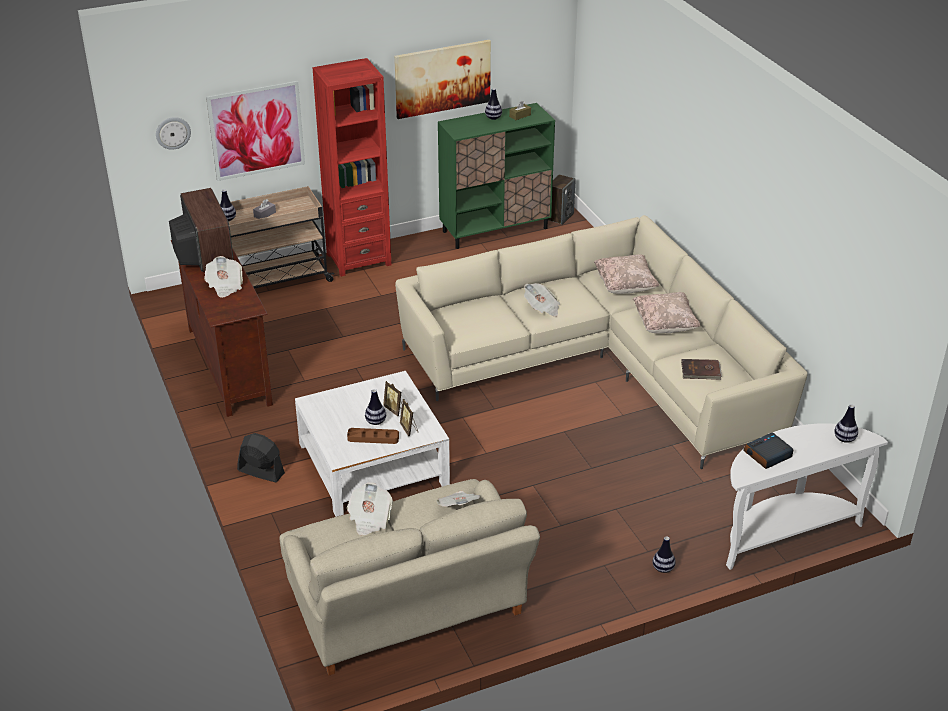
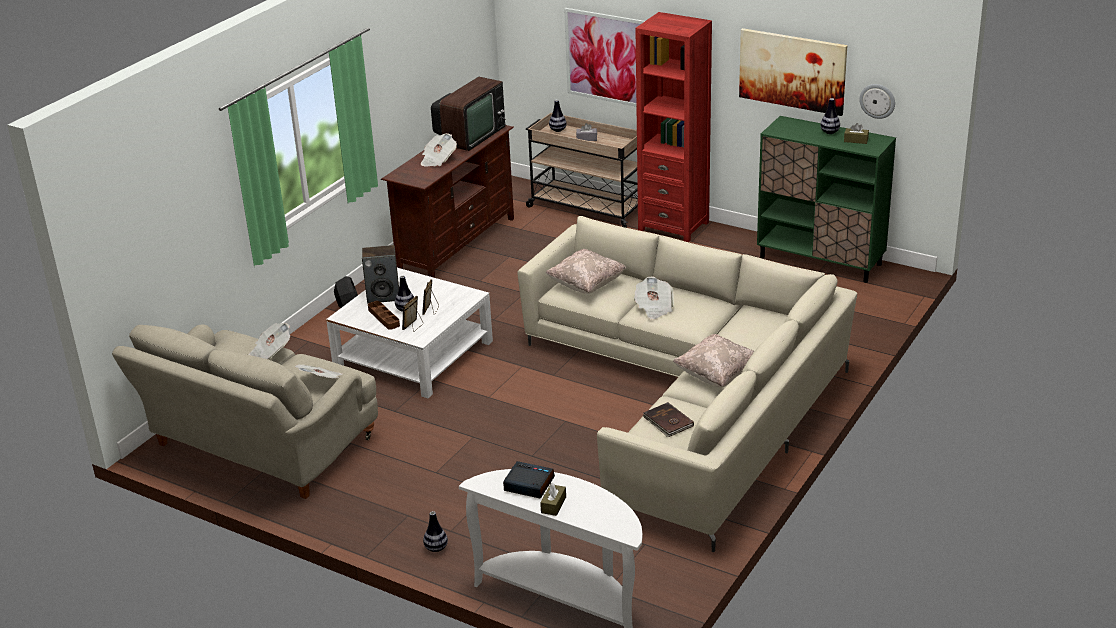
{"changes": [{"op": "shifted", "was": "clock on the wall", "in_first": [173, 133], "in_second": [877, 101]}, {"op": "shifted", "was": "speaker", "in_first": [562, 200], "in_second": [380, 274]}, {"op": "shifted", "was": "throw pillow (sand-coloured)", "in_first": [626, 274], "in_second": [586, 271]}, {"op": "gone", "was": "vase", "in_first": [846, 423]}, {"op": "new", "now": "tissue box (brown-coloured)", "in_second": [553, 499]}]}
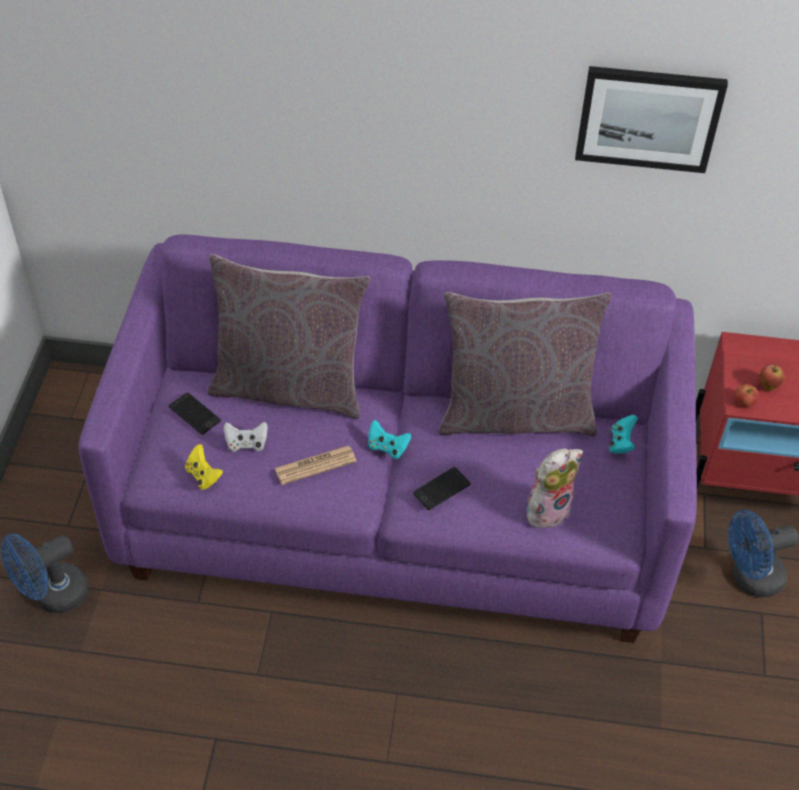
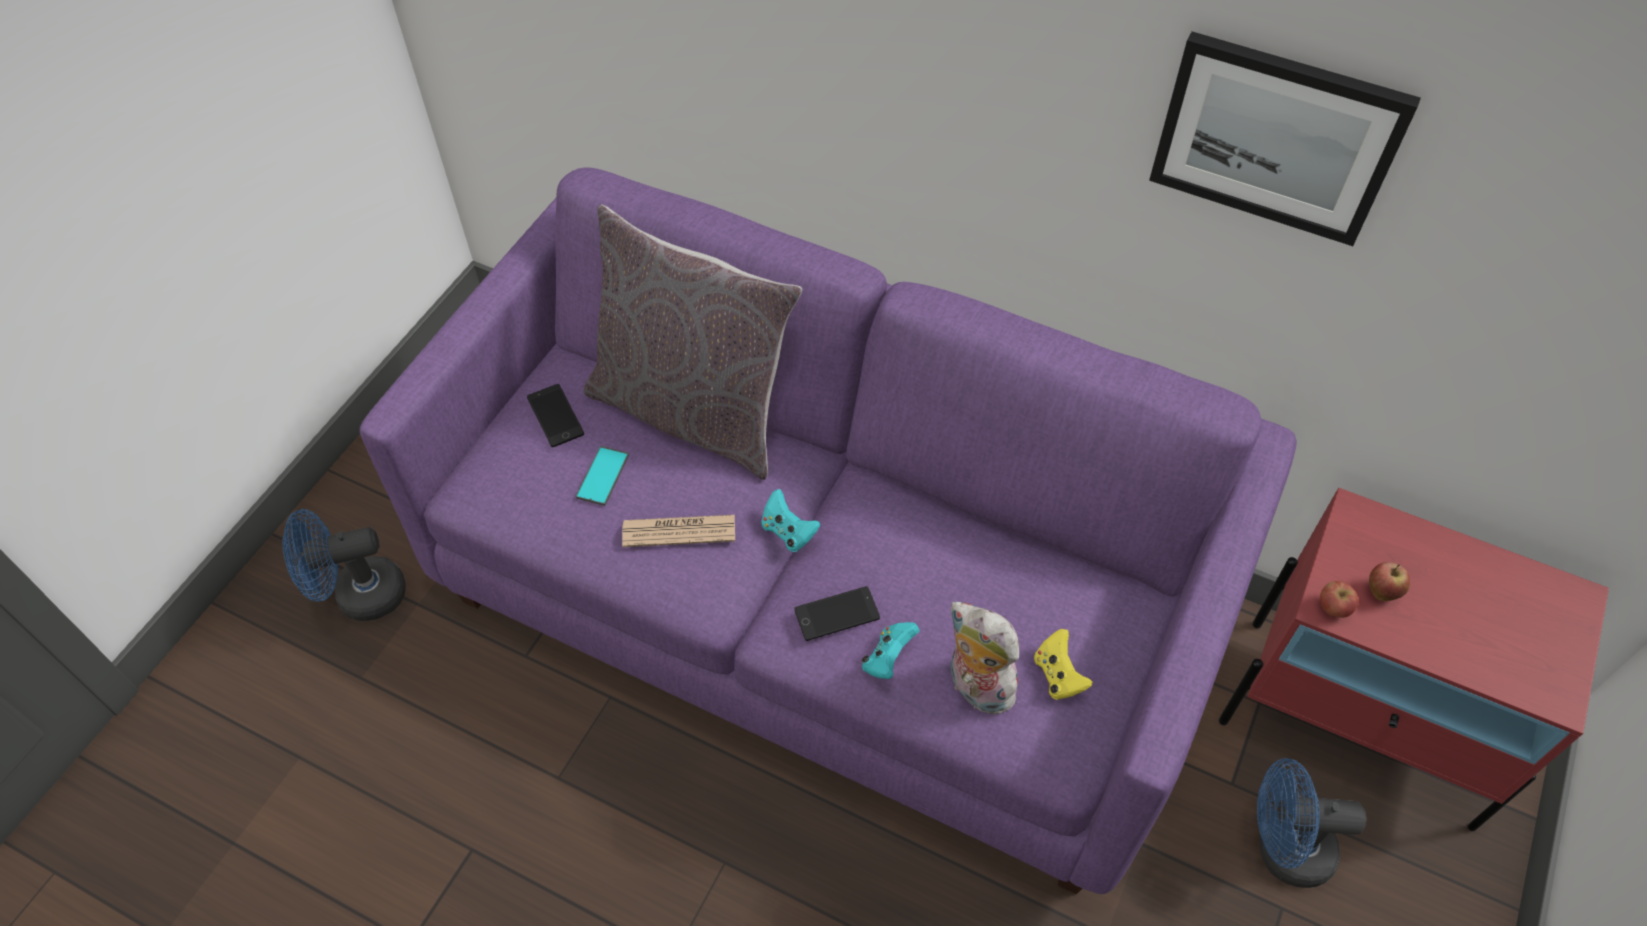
{"changes": [{"op": "shifted", "was": "gamepad (yellow)", "in_first": [204, 467], "in_second": [1063, 664]}, {"op": "swapped", "was": "gamepad (white-coloured)", "now": "handset", "in_first": [246, 437], "in_second": [602, 476]}, {"op": "gone", "was": "throw pillow (gray)", "in_first": [525, 364]}, {"op": "rotated", "was": "cuddly toy", "in_first": [554, 488], "in_second": [985, 658], "clockwise": -120}, {"op": "shifted", "was": "gamepad (turquoise)", "in_first": [623, 434], "in_second": [891, 650]}]}
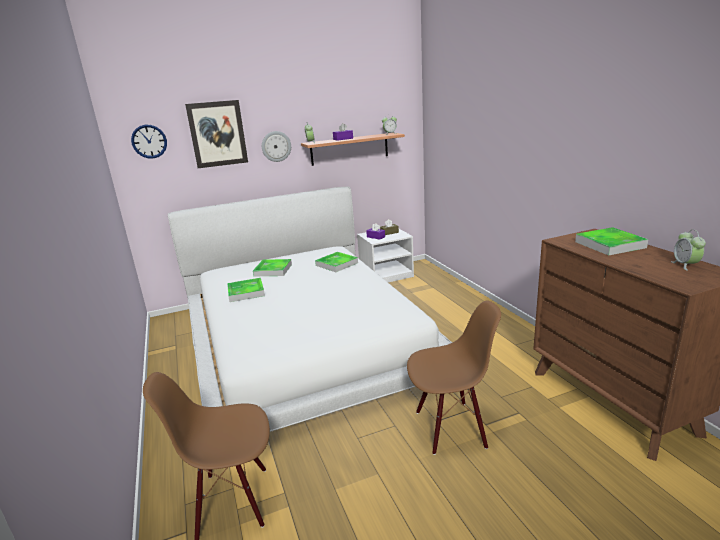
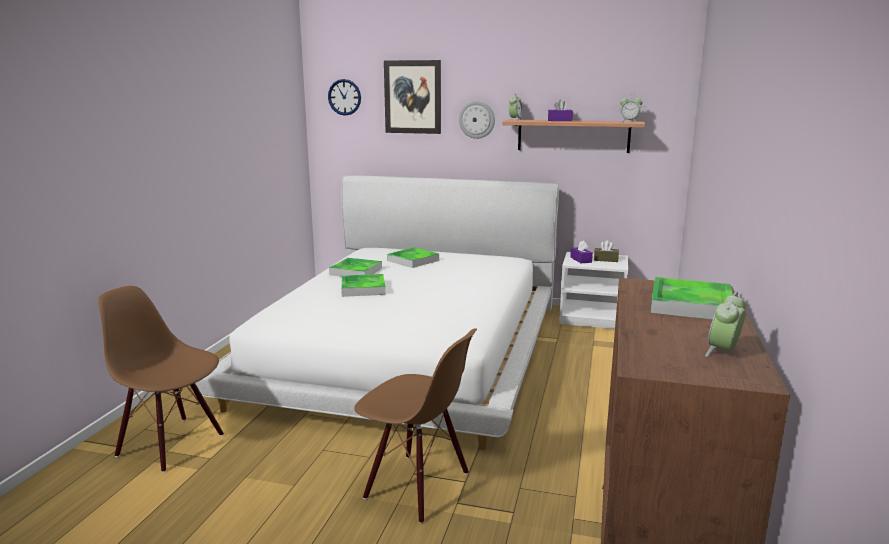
{"changes": [{"op": "shifted", "was": "serving tray", "in_first": [336, 262], "in_second": [363, 285]}]}
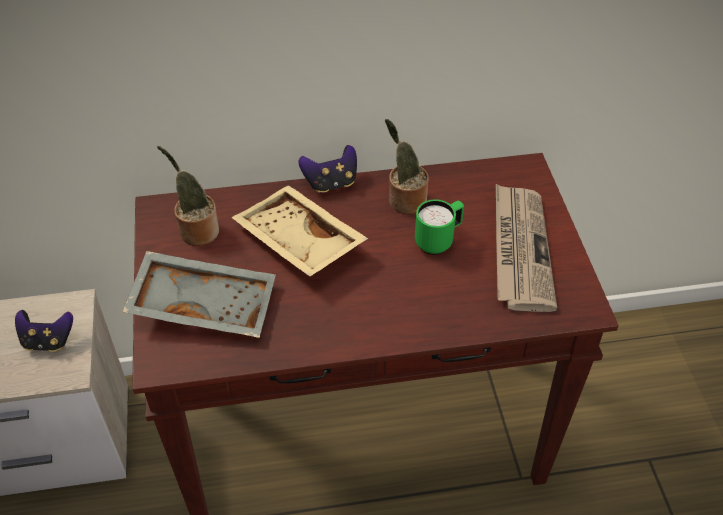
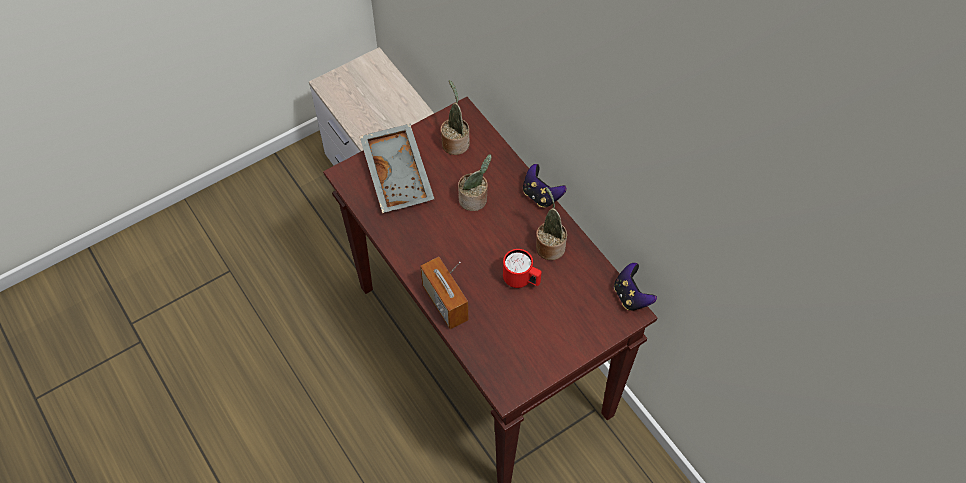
{"changes": [{"op": "shifted", "was": "gamepad", "in_first": [44, 331], "in_second": [635, 286]}, {"op": "swapped", "was": "serving tray (sand-coloured)", "now": "houseplant", "in_first": [299, 230], "in_second": [475, 182]}, {"op": "repainted", "was": "mug (green-coloured)", "now": "mug (red)", "in_first": [439, 227], "in_second": [522, 268]}, {"op": "gone", "was": "printed paper", "in_first": [526, 248]}, {"op": "new", "now": "radio set", "in_second": [444, 293]}]}
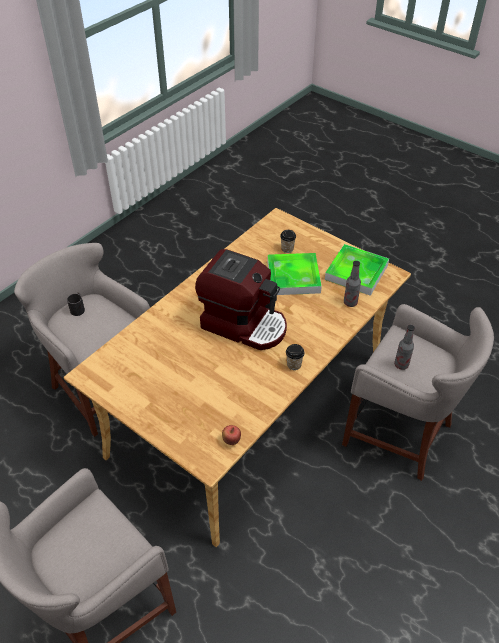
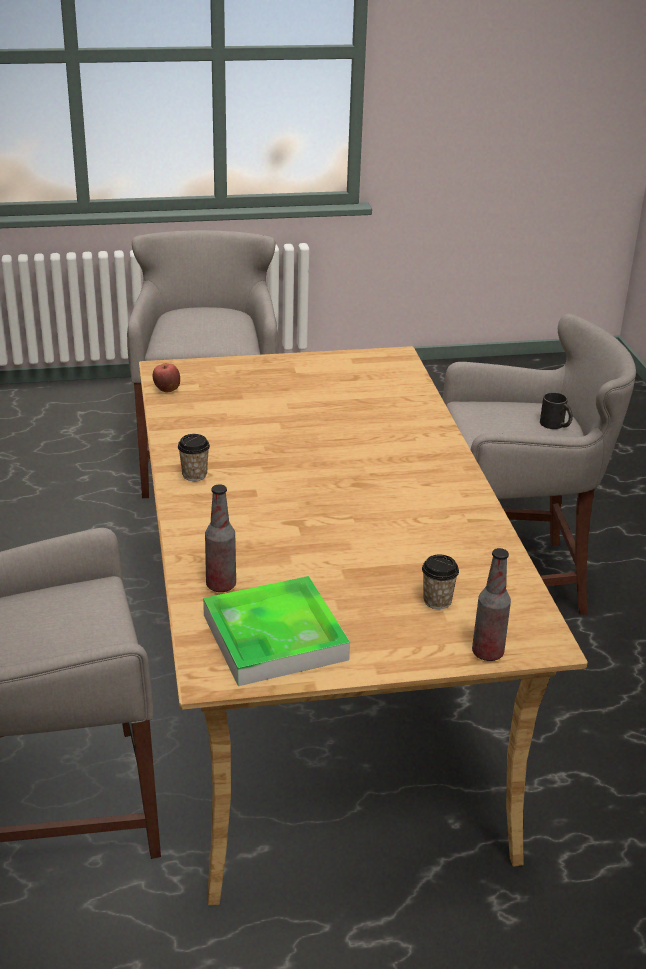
{"changes": [{"op": "gone", "was": "coffee brewer", "in_first": [241, 299]}, {"op": "gone", "was": "serving tray", "in_first": [295, 274]}, {"op": "shifted", "was": "drink bottle", "in_first": [404, 347], "in_second": [491, 604]}]}
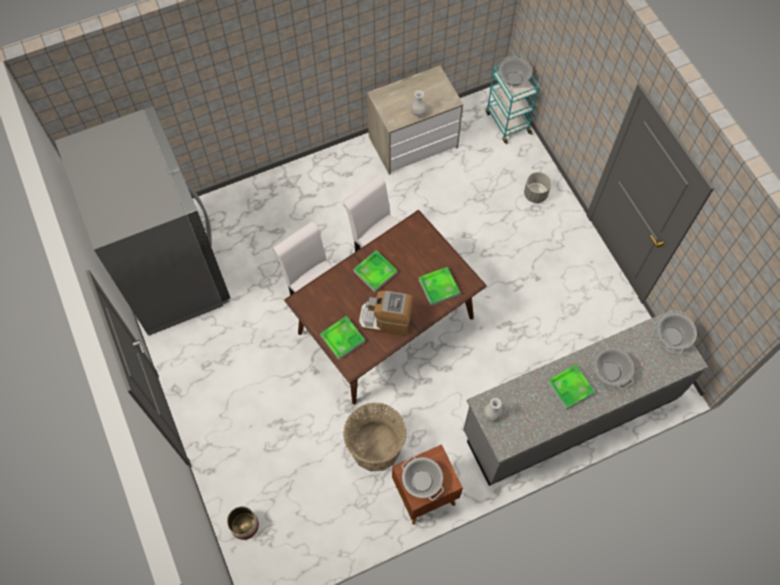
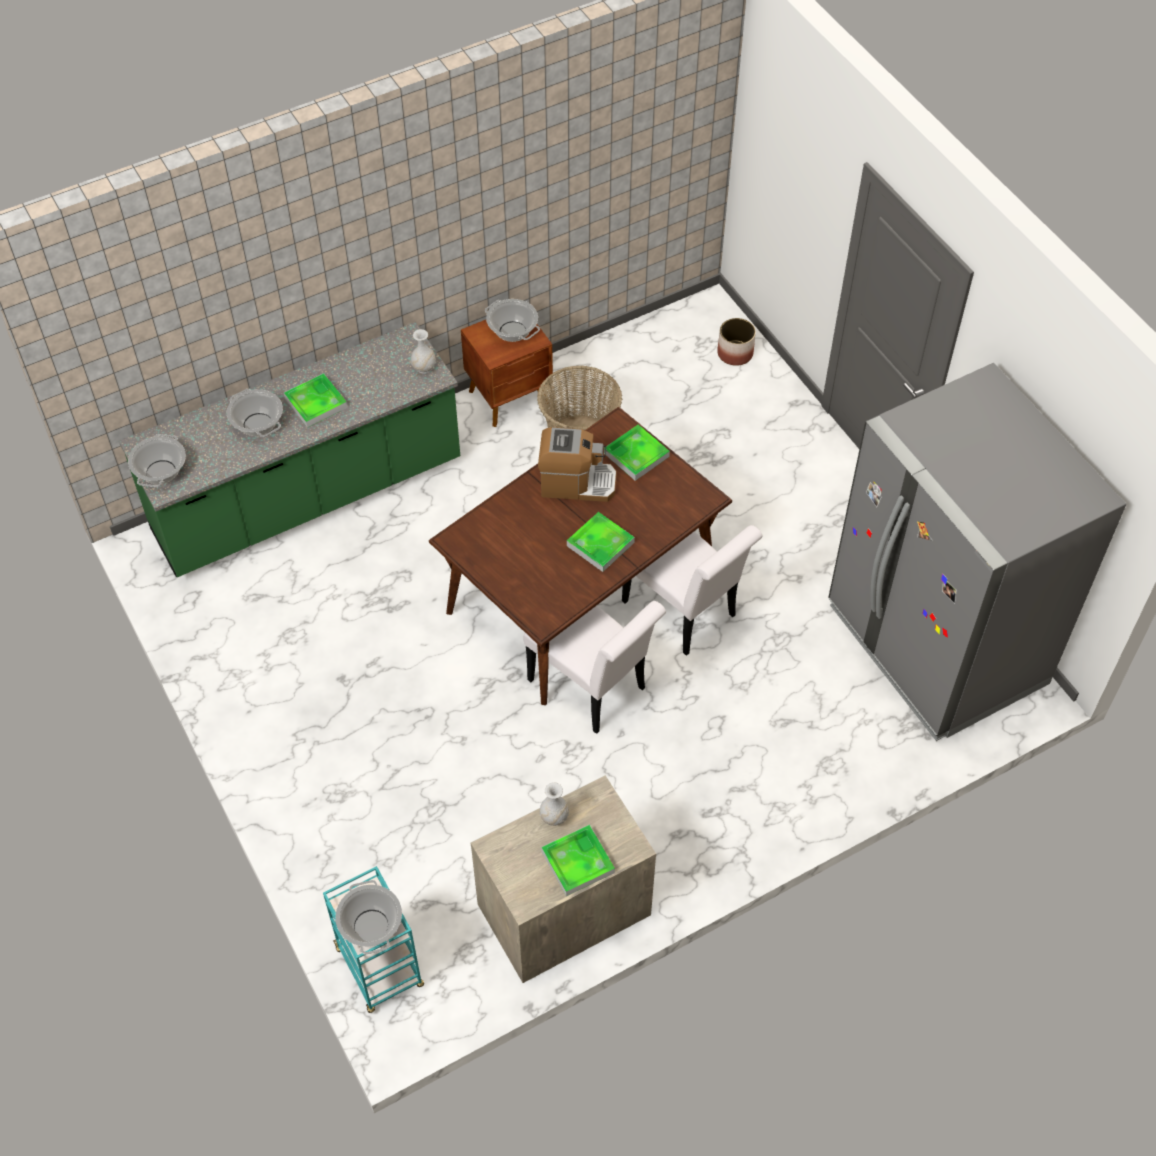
{"changes": [{"op": "shifted", "was": "serving tray", "in_first": [439, 286], "in_second": [578, 860]}, {"op": "repainted", "was": "counter (gray)", "now": "counter (green-coloured)", "in_first": [585, 397], "in_second": [289, 449]}, {"op": "gone", "was": "plant pot (gray)", "in_first": [537, 187]}]}
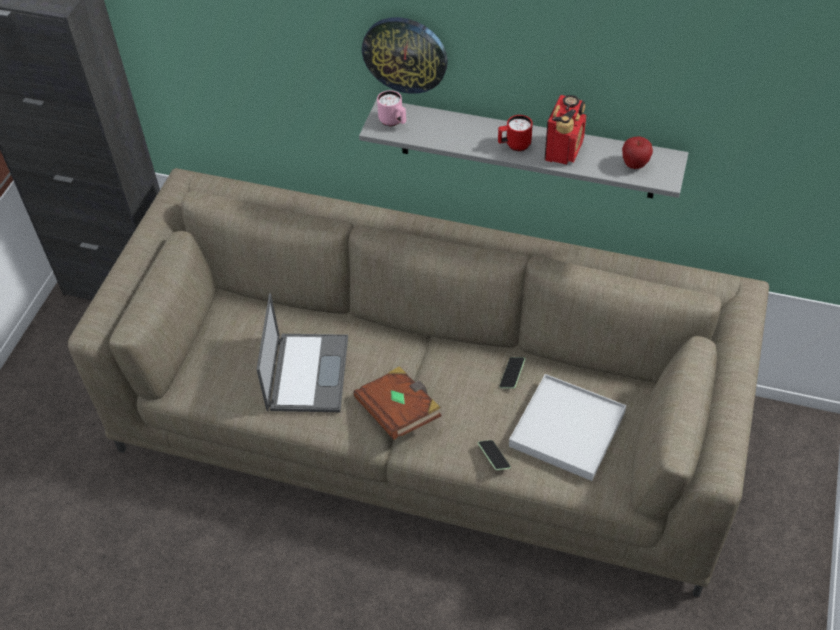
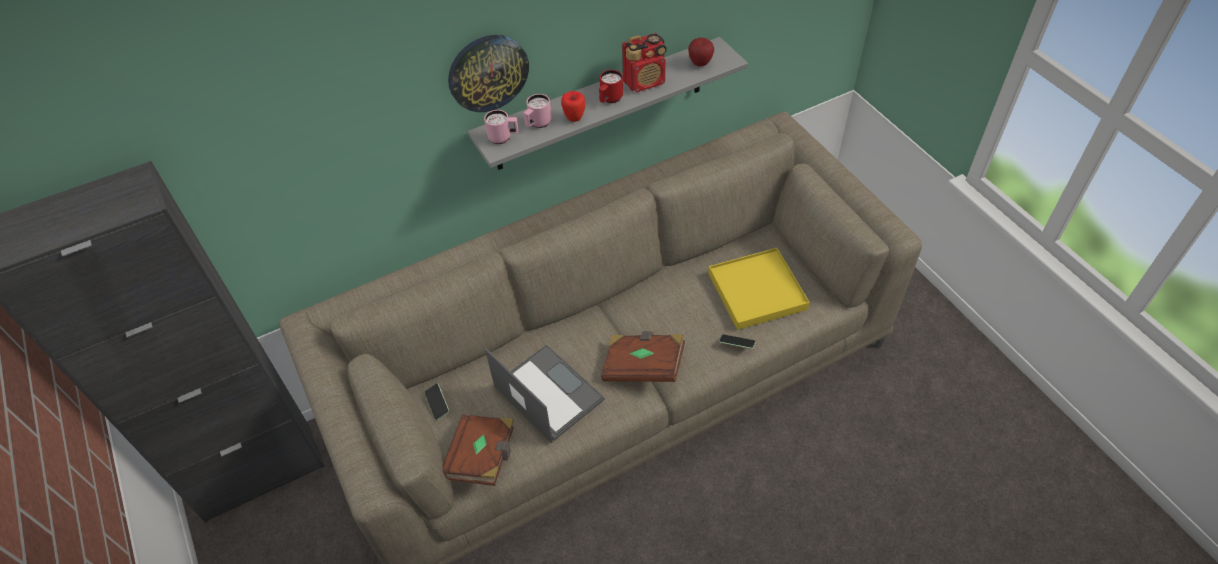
{"changes": [{"op": "shifted", "was": "handset", "in_first": [512, 373], "in_second": [436, 402]}, {"op": "repainted", "was": "serving tray (white-coloured)", "now": "serving tray (yellow)", "in_first": [567, 427], "in_second": [759, 289]}, {"op": "rotated", "was": "radio set", "in_first": [565, 130], "in_second": [644, 62], "clockwise": 90}, {"op": "new", "now": "book (brown-coloured)", "in_second": [478, 450]}, {"op": "new", "now": "mug (pink)", "in_second": [538, 111]}, {"op": "new", "now": "apple", "in_second": [573, 106]}]}
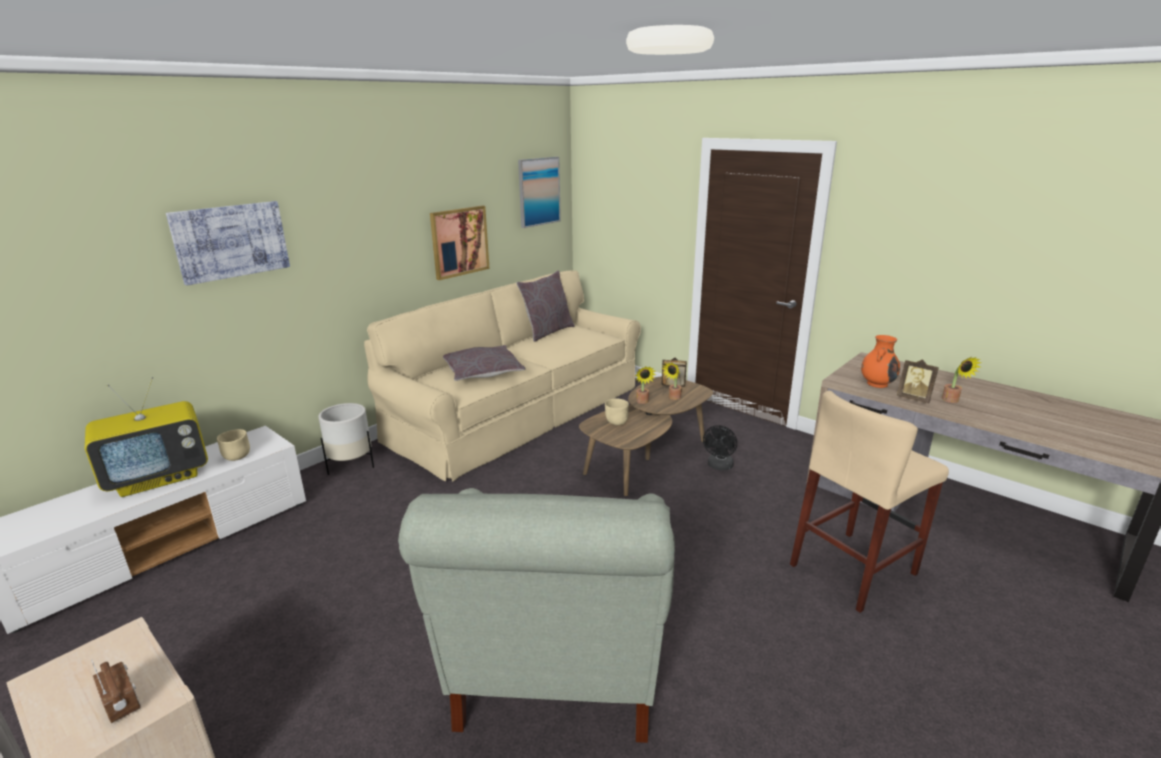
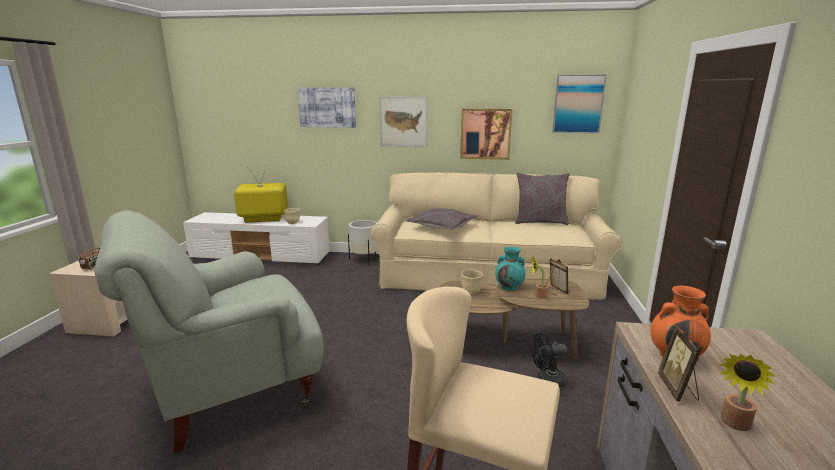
{"changes": [{"op": "rotated", "was": "television", "in_first": [146, 437], "in_second": [261, 194], "clockwise": 150}, {"op": "swapped", "was": "houseplant", "now": "vase (turquoise)", "in_first": [646, 385], "in_second": [510, 269]}, {"op": "new", "now": "wall art", "in_second": [403, 122]}]}
